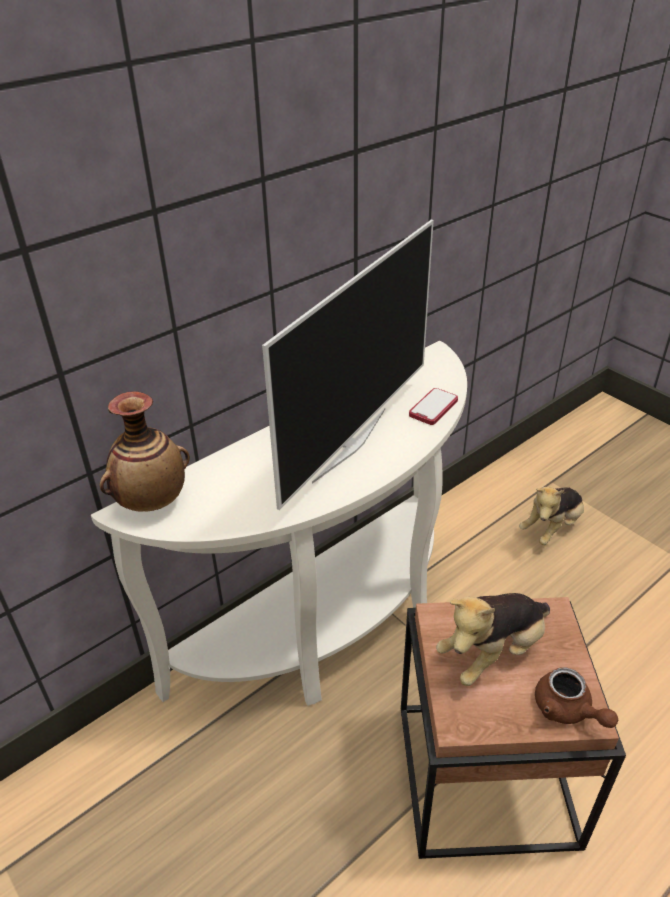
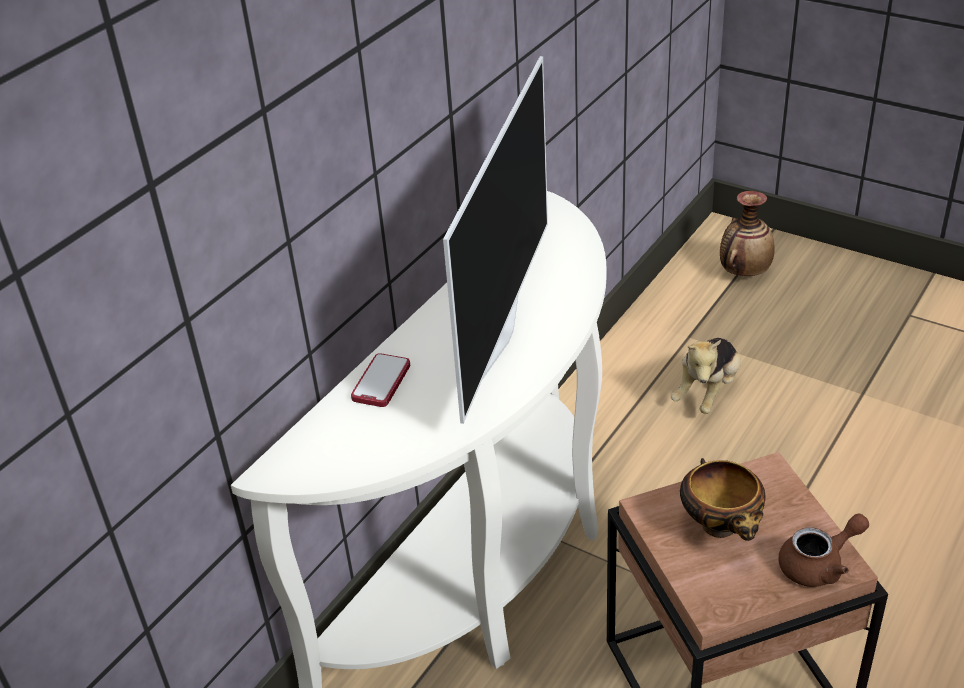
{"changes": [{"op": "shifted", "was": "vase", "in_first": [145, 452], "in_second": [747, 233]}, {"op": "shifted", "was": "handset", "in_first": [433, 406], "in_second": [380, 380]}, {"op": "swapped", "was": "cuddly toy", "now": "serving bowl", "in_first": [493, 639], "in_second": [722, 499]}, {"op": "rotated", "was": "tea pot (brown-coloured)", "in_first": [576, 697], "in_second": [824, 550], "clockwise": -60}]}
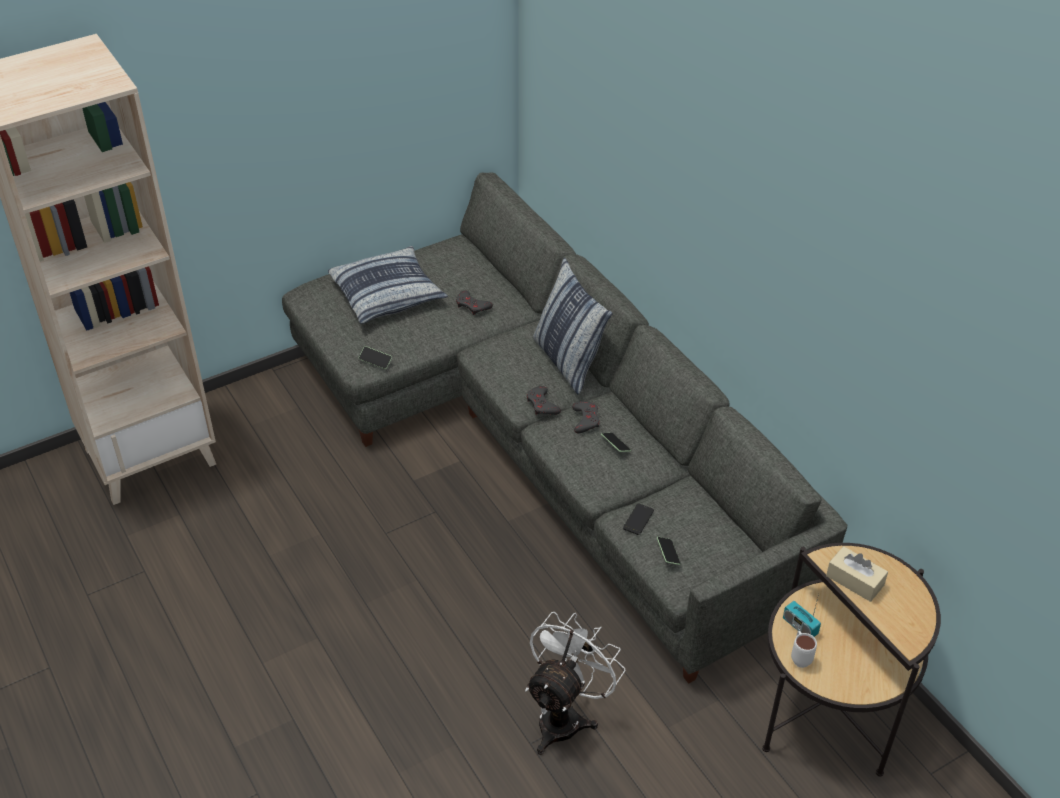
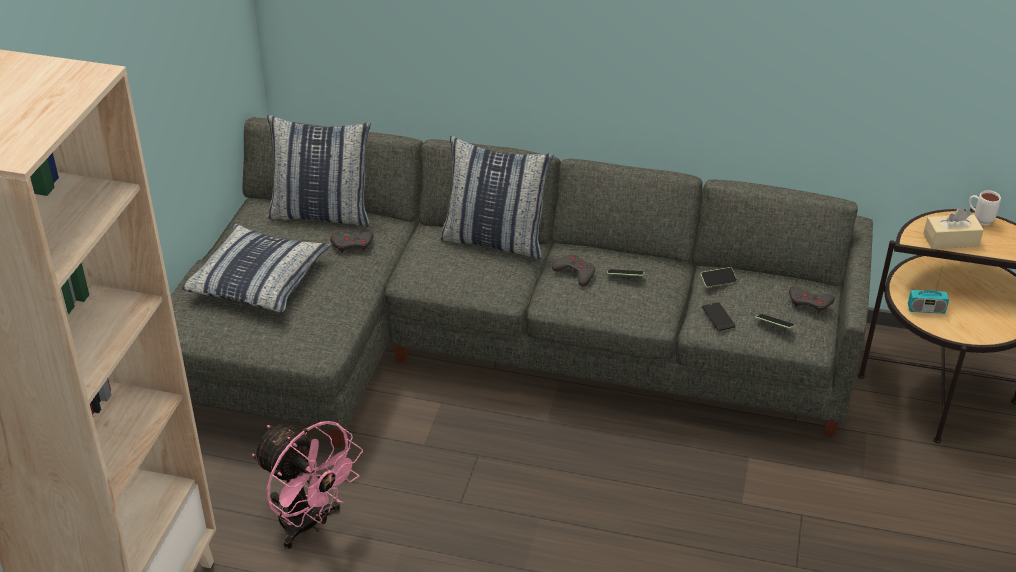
{"changes": [{"op": "shifted", "was": "handset", "in_first": [375, 357], "in_second": [718, 277]}, {"op": "gone", "was": "fan (white-coloured)", "in_first": [575, 683]}, {"op": "shifted", "was": "gamepad (gray)", "in_first": [544, 400], "in_second": [812, 299]}, {"op": "shifted", "was": "mug (white-coloured)", "in_first": [804, 649], "in_second": [985, 208]}, {"op": "new", "now": "fan (pink)", "in_second": [307, 485]}, {"op": "new", "now": "throw pillow", "in_second": [319, 171]}]}
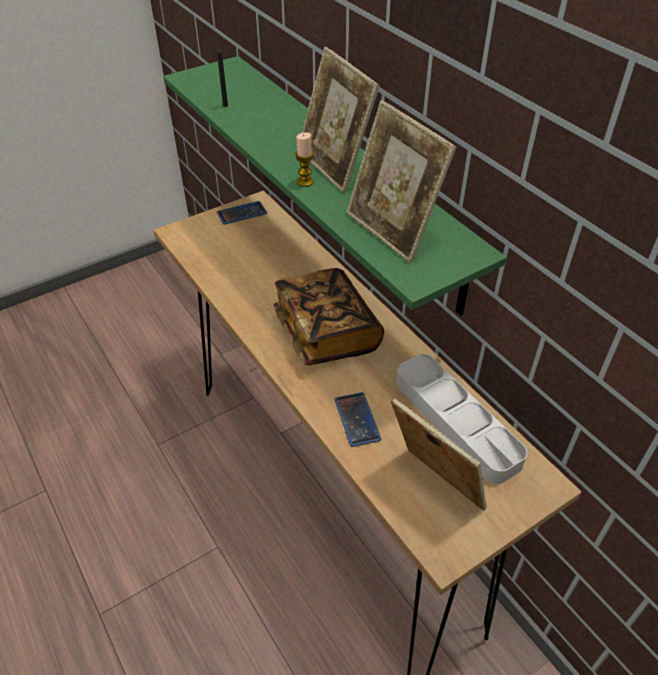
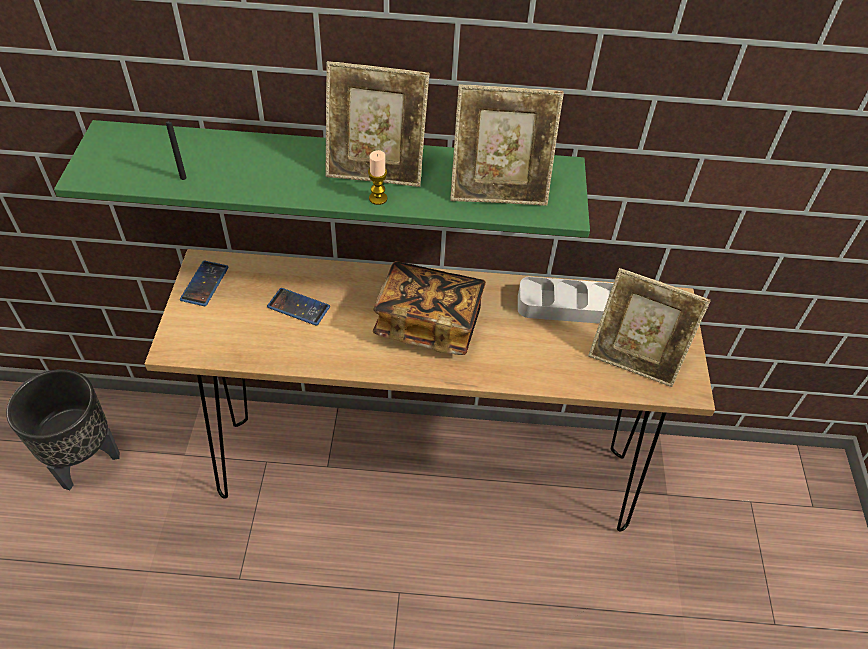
{"changes": [{"op": "shifted", "was": "handset", "in_first": [357, 419], "in_second": [298, 307]}, {"op": "rotated", "was": "photo frame", "in_first": [438, 453], "in_second": [649, 327], "clockwise": -150}, {"op": "new", "now": "plant pot (blackish)", "in_second": [63, 429]}]}
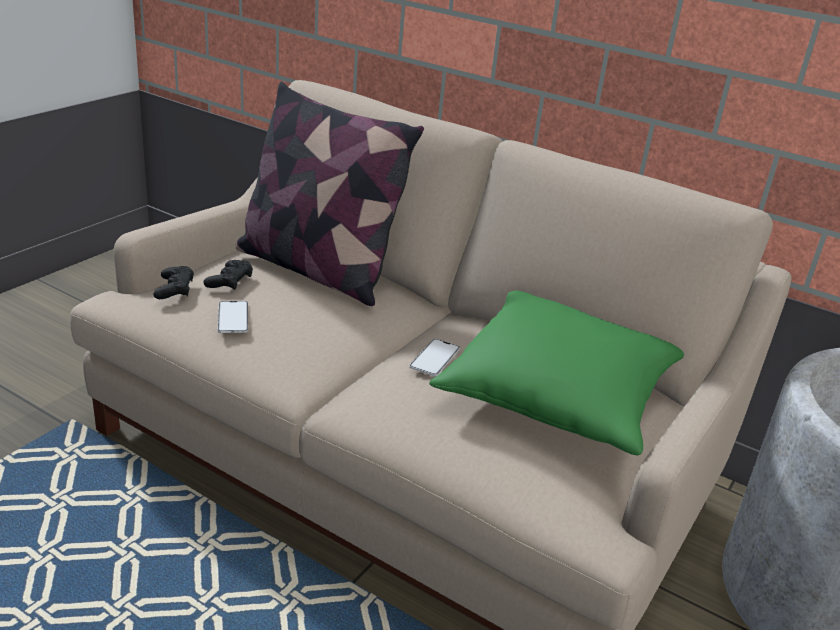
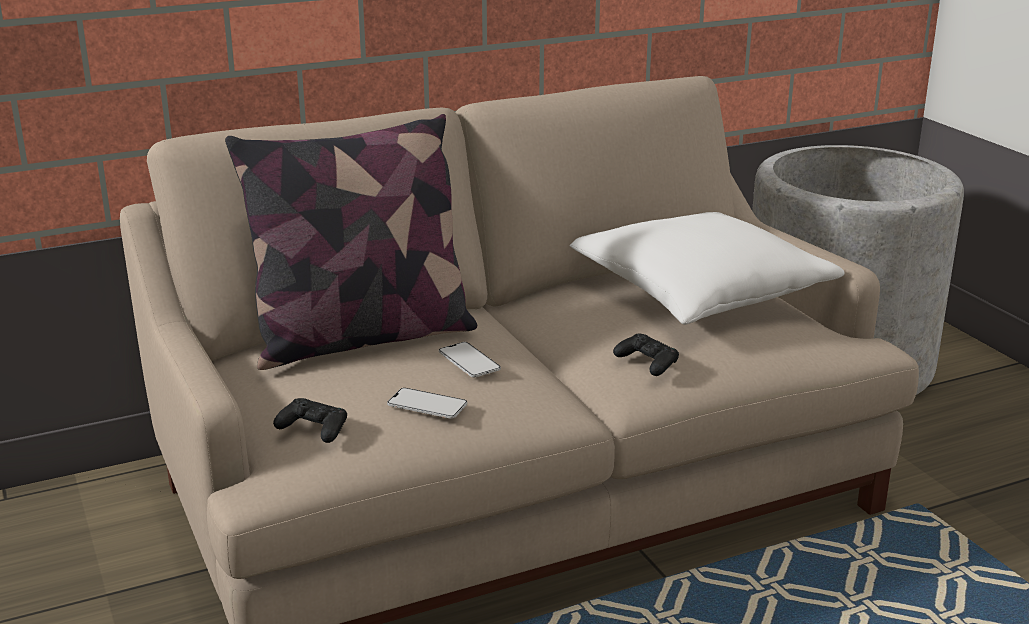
{"changes": [{"op": "shifted", "was": "gamepad (blackish)", "in_first": [228, 275], "in_second": [646, 354]}, {"op": "shifted", "was": "handset", "in_first": [435, 357], "in_second": [470, 359]}, {"op": "repainted", "was": "throw pillow (green-coloured)", "now": "throw pillow (white-coloured)", "in_first": [556, 372], "in_second": [707, 268]}]}
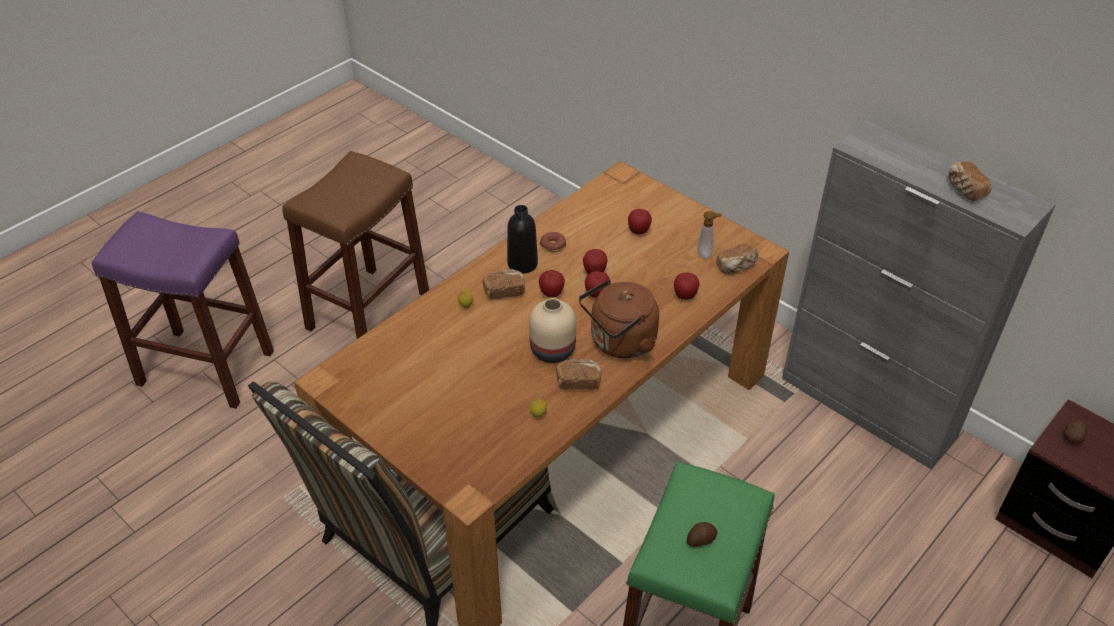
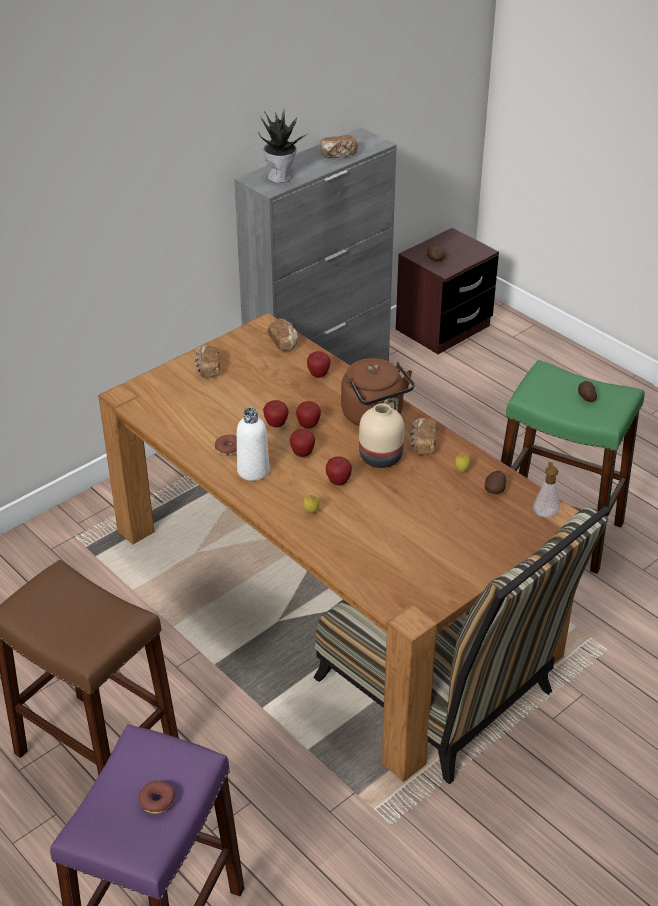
{"changes": [{"op": "shifted", "was": "bread", "in_first": [504, 284], "in_second": [207, 361]}, {"op": "repainted", "was": "drink bottle (blackish)", "now": "drink bottle (white-coloured)", "in_first": [522, 239], "in_second": [253, 444]}, {"op": "shifted", "was": "apple", "in_first": [640, 222], "in_second": [339, 471]}, {"op": "shifted", "was": "soap dispenser", "in_first": [709, 235], "in_second": [546, 489]}, {"op": "new", "now": "doughnut", "in_second": [156, 797]}, {"op": "new", "now": "houseplant", "in_second": [282, 146]}, {"op": "new", "now": "whole potato", "in_second": [495, 482]}]}
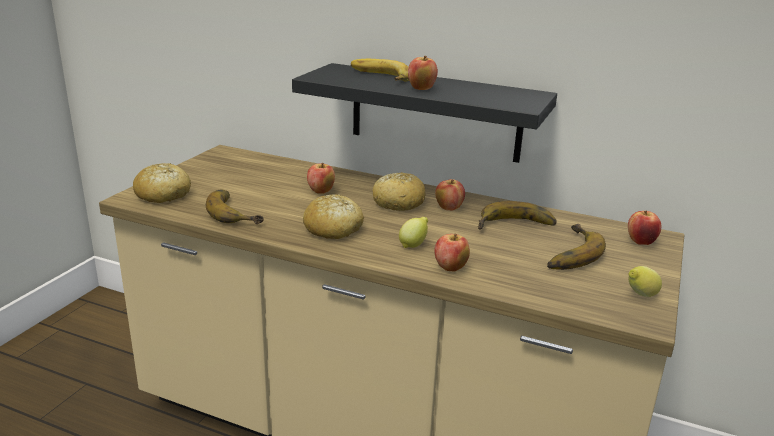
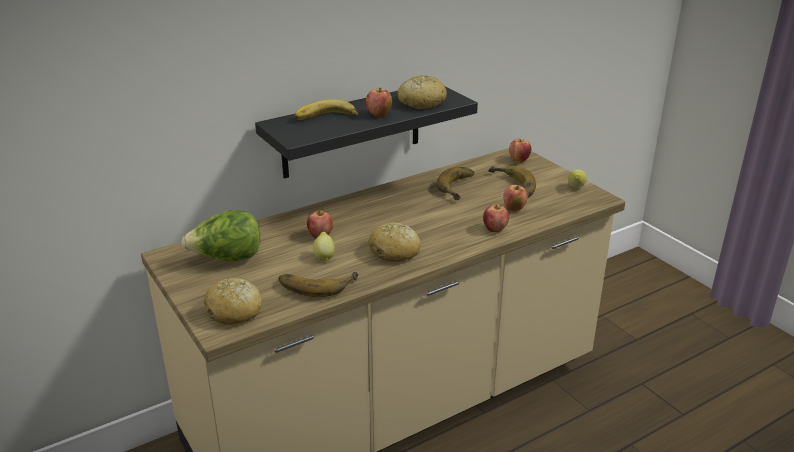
{"changes": [{"op": "shifted", "was": "bread", "in_first": [399, 191], "in_second": [422, 92]}, {"op": "shifted", "was": "lemon", "in_first": [413, 232], "in_second": [324, 247]}, {"op": "shifted", "was": "apple", "in_first": [450, 195], "in_second": [515, 198]}, {"op": "new", "now": "head of lettuce", "in_second": [220, 235]}]}
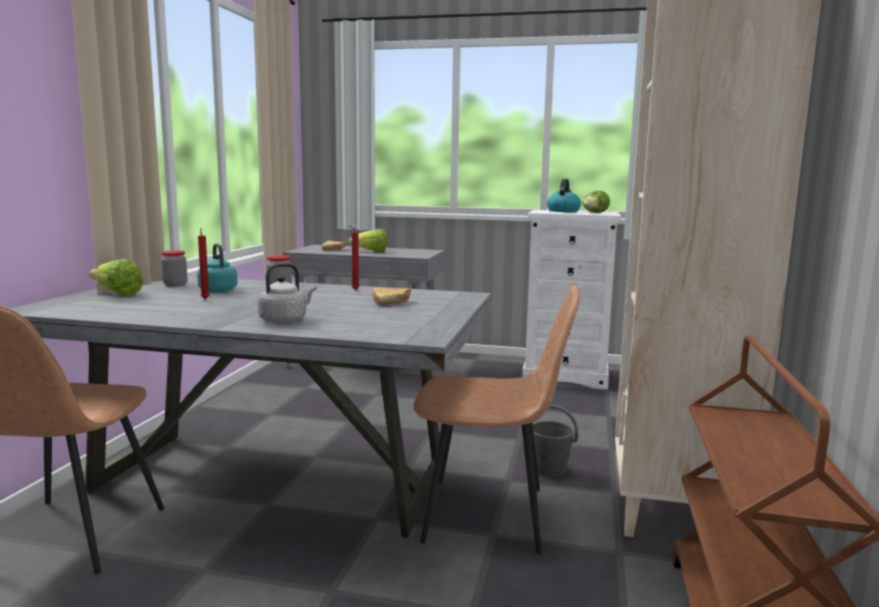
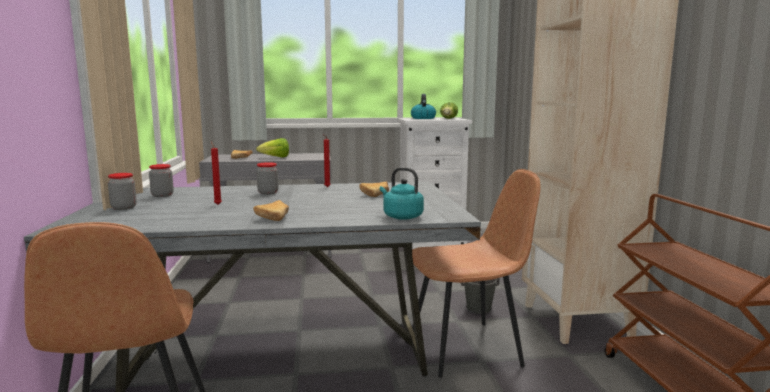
{"changes": [{"op": "swapped", "was": "head of lettuce", "now": "storage jar", "in_first": [115, 277], "in_second": [122, 191]}, {"op": "shifted", "was": "water kettle (turquoise)", "in_first": [217, 267], "in_second": [402, 194]}, {"op": "gone", "was": "water kettle (gray)", "in_first": [287, 293]}, {"op": "new", "now": "bread", "in_second": [271, 210]}]}
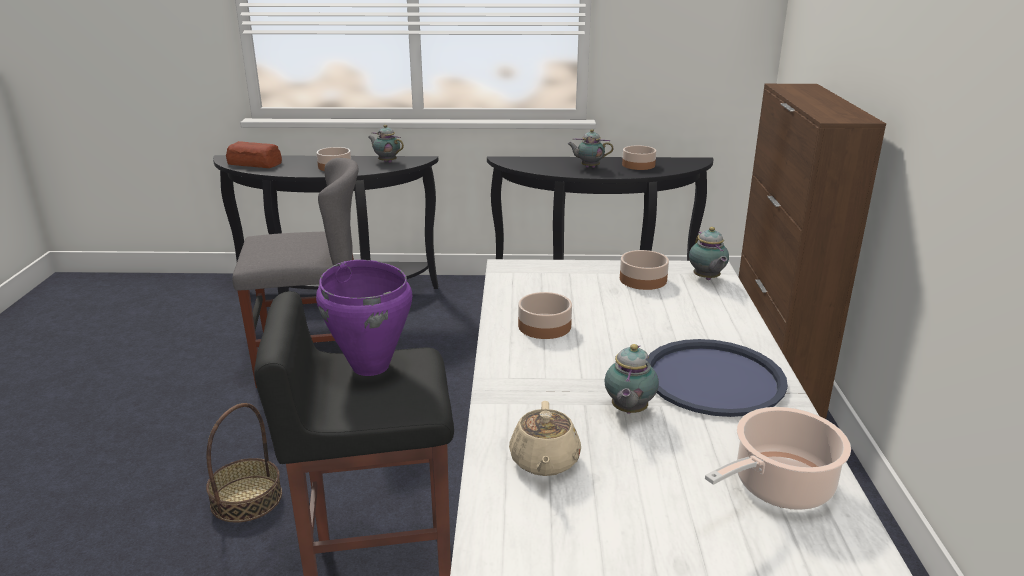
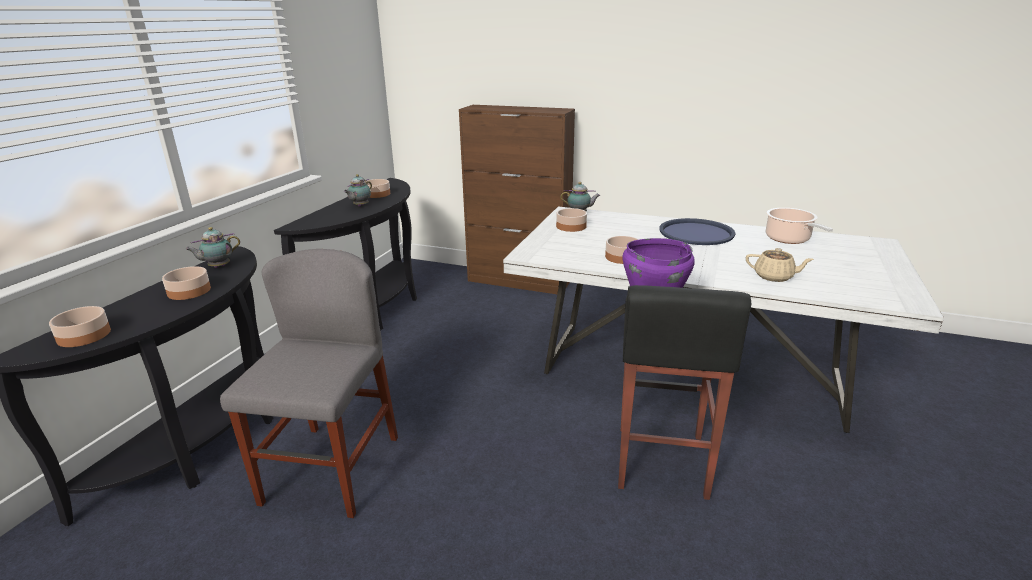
{"changes": [{"op": "gone", "was": "basket", "in_first": [244, 462]}, {"op": "swapped", "was": "bread", "now": "serving bowl", "in_first": [254, 154], "in_second": [80, 326]}, {"op": "gone", "was": "tea pot", "in_first": [632, 379]}]}
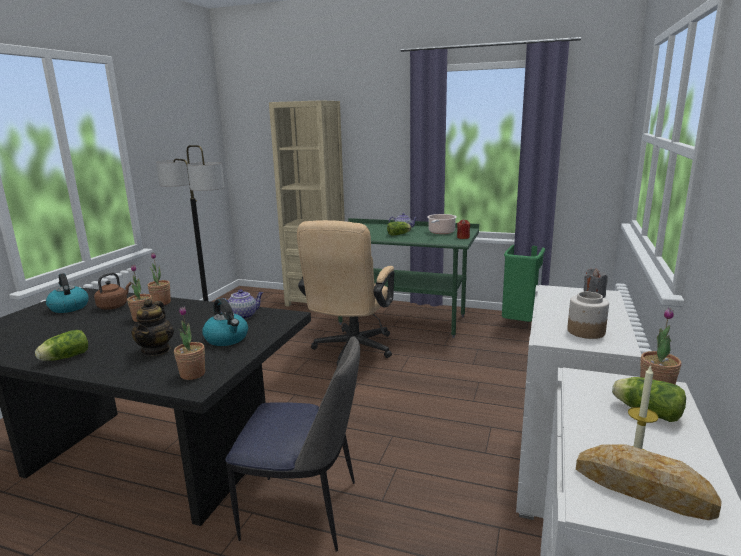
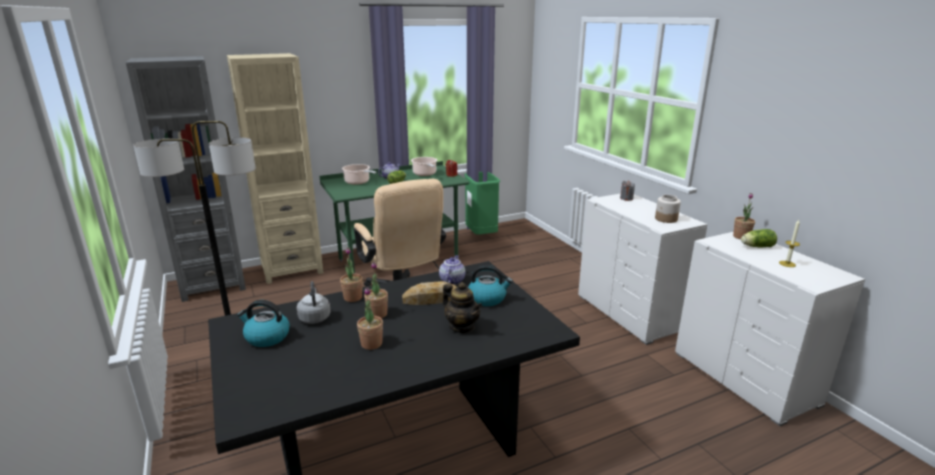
{"changes": [{"op": "gone", "was": "head of lettuce", "in_first": [61, 345]}, {"op": "repainted", "was": "water kettle (brown-coloured)", "now": "water kettle (gray)", "in_first": [112, 291], "in_second": [314, 302]}, {"op": "shifted", "was": "houseplant", "in_first": [189, 343], "in_second": [370, 318]}, {"op": "gone", "was": "chair", "in_first": [292, 444]}, {"op": "shifted", "was": "bread", "in_first": [649, 482], "in_second": [429, 293]}, {"op": "new", "now": "bookcase (gray)", "in_second": [186, 179]}, {"op": "new", "now": "saucepot", "in_second": [359, 174]}]}
